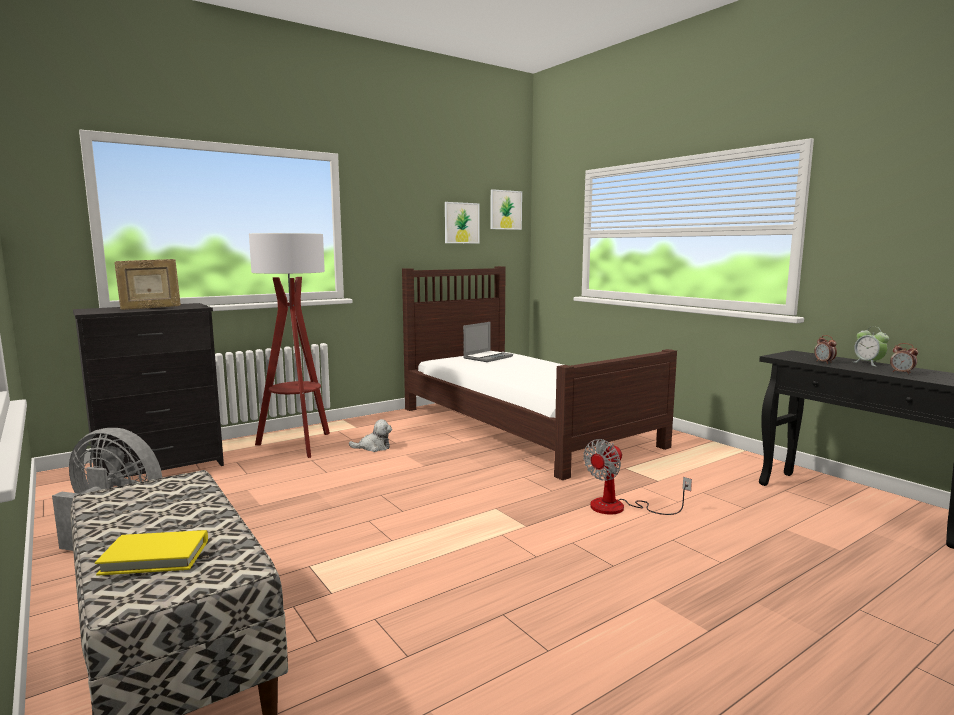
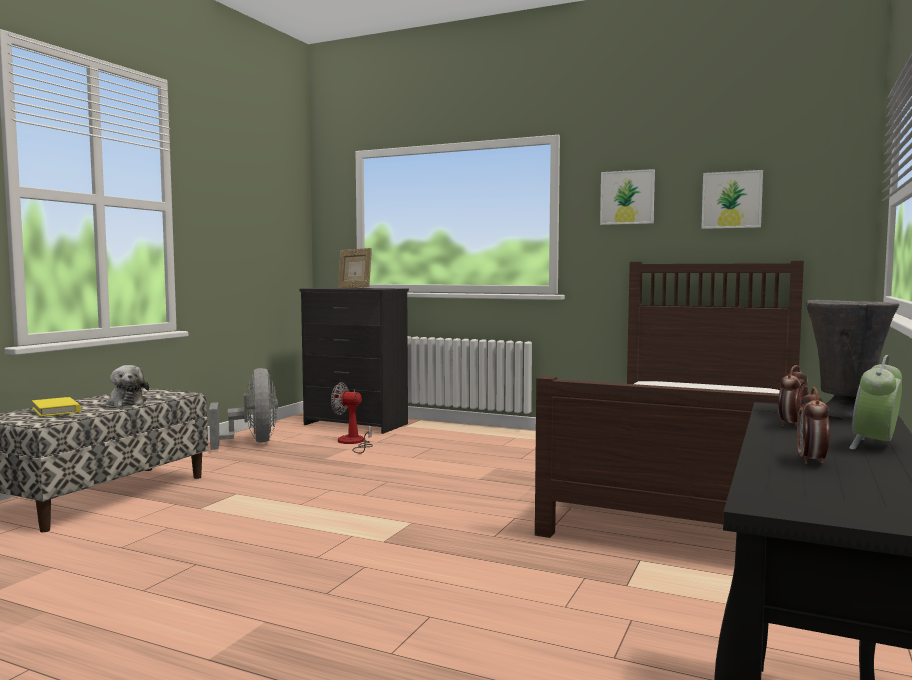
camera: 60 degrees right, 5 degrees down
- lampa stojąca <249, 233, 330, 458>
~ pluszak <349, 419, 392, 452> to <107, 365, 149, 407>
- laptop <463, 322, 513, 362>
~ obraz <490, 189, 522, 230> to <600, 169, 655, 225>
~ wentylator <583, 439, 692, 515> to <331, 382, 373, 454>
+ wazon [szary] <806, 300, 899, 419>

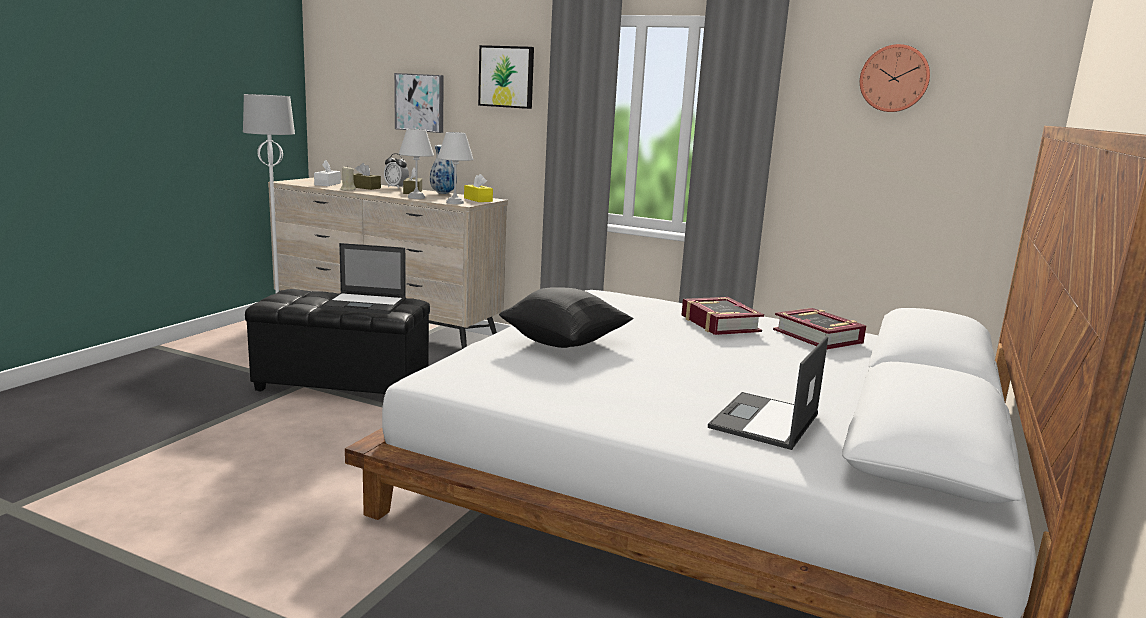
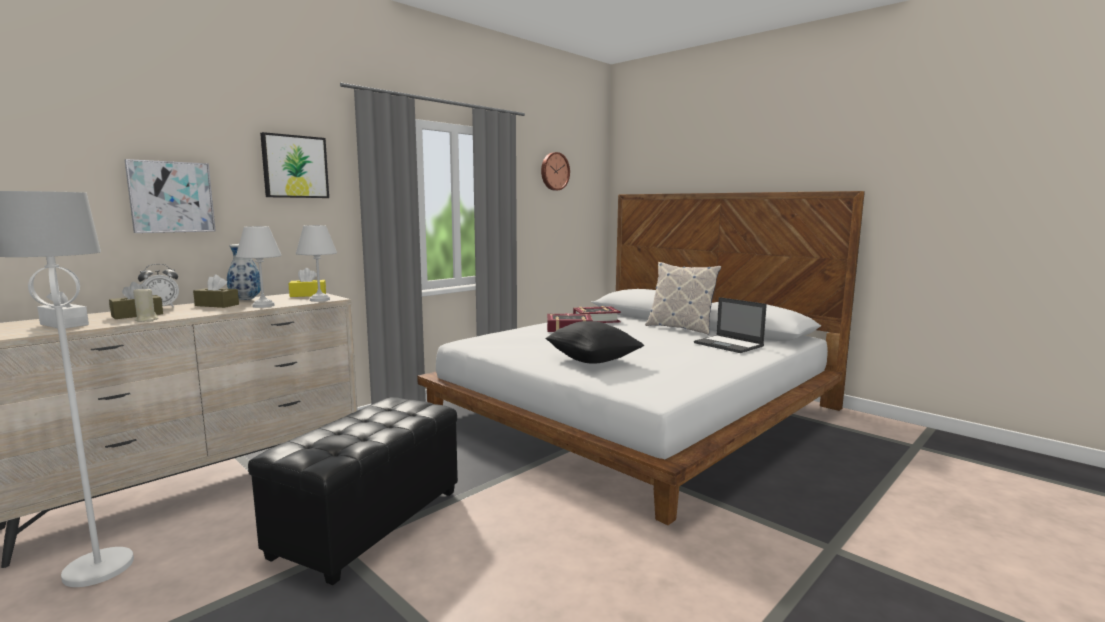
camera: 70 degrees left, 5 degrees down
- laptop <321, 243, 406, 314>
+ poduszka <645, 262, 722, 335>

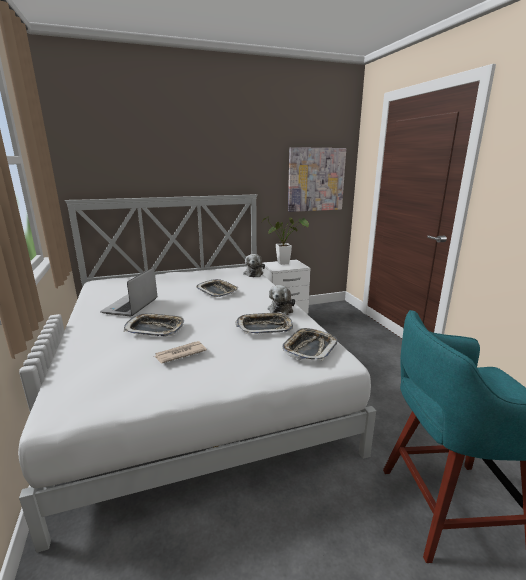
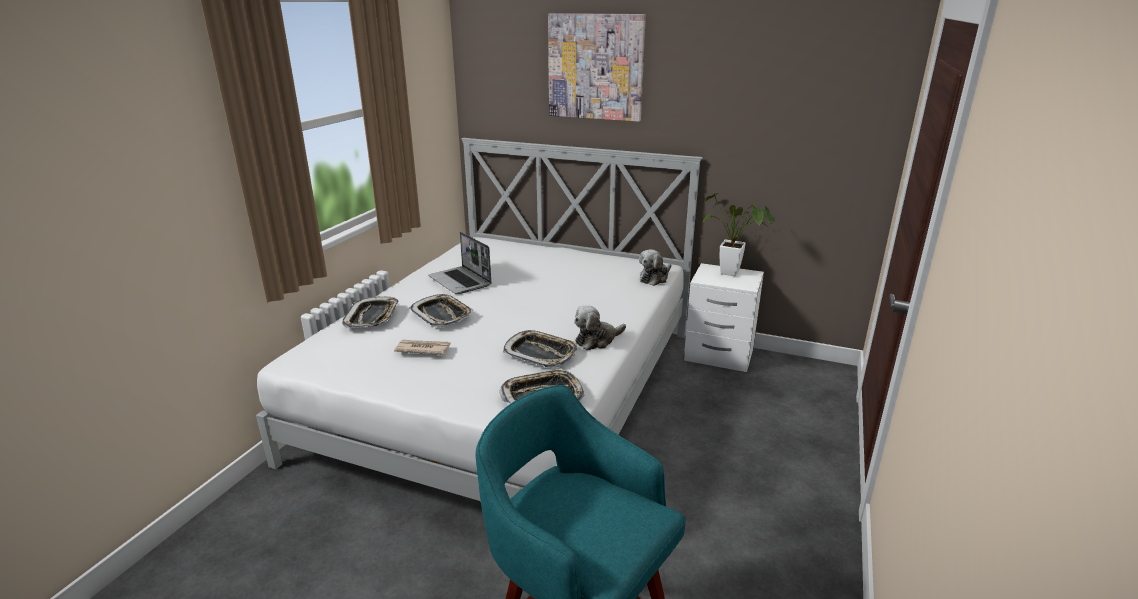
camera: 40 degrees right, 5 degrees up
~ laptop <100, 267, 157, 316> = <428, 232, 491, 294> 90 degrees counterclockwise
~ taca <196, 279, 239, 297> to <342, 296, 399, 328>
~ obraz <288, 147, 346, 212> to <548, 13, 646, 122>

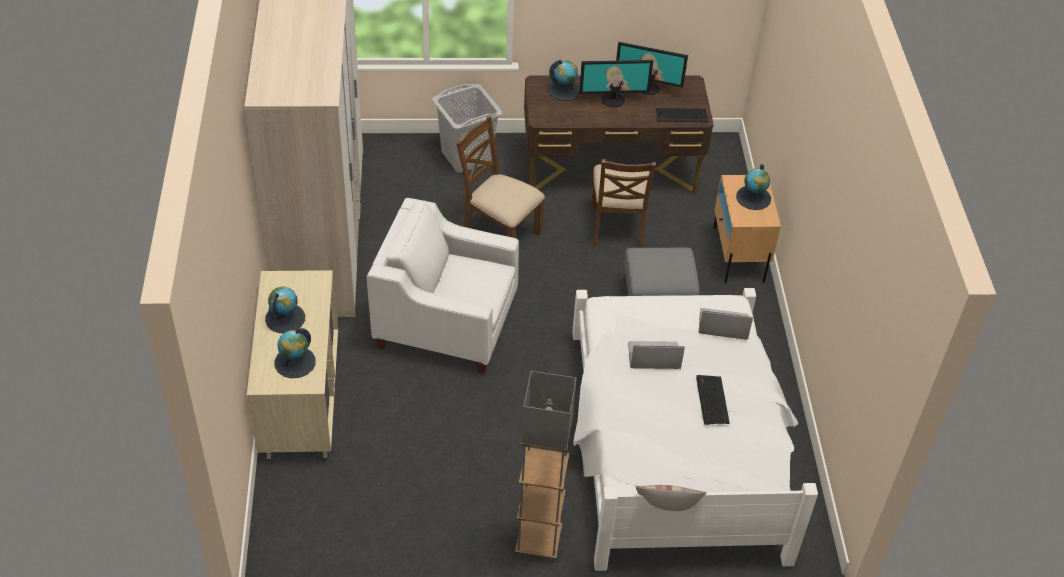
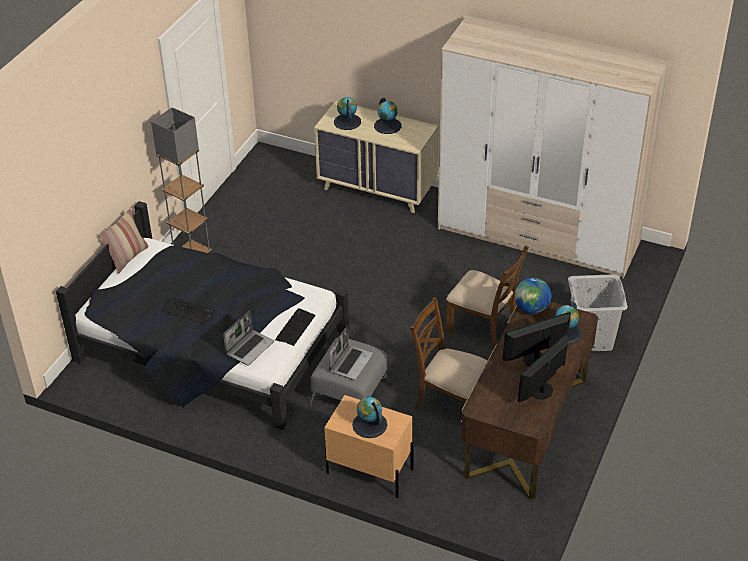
camera: 120 degrees right, 5 degrees down
- fotel [biały] <367, 198, 519, 373>
~ krzesło [brązowy] <456, 117, 545, 238> = <446, 245, 529, 347> 60 degrees clockwise
~ łóżko [biały] <572, 288, 818, 571> to łóżko [czarny] <56, 201, 349, 430>
~ monitor <579, 60, 653, 108> = <503, 312, 571, 366> 45 degrees clockwise
~ laptop <628, 341, 685, 369> to <328, 325, 373, 380>
~ klawiatura <656, 108, 709, 122> to <275, 308, 316, 346>
+ globus <515, 278, 551, 314>

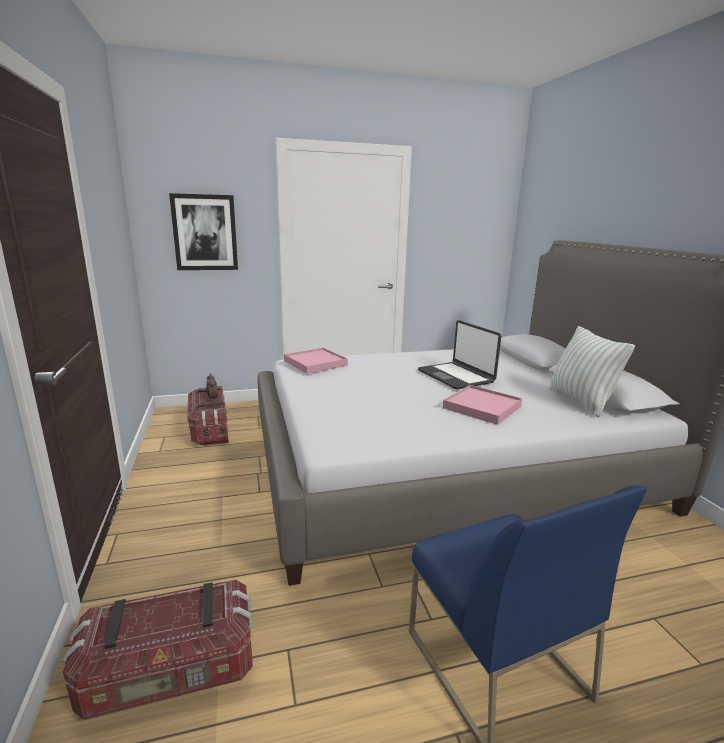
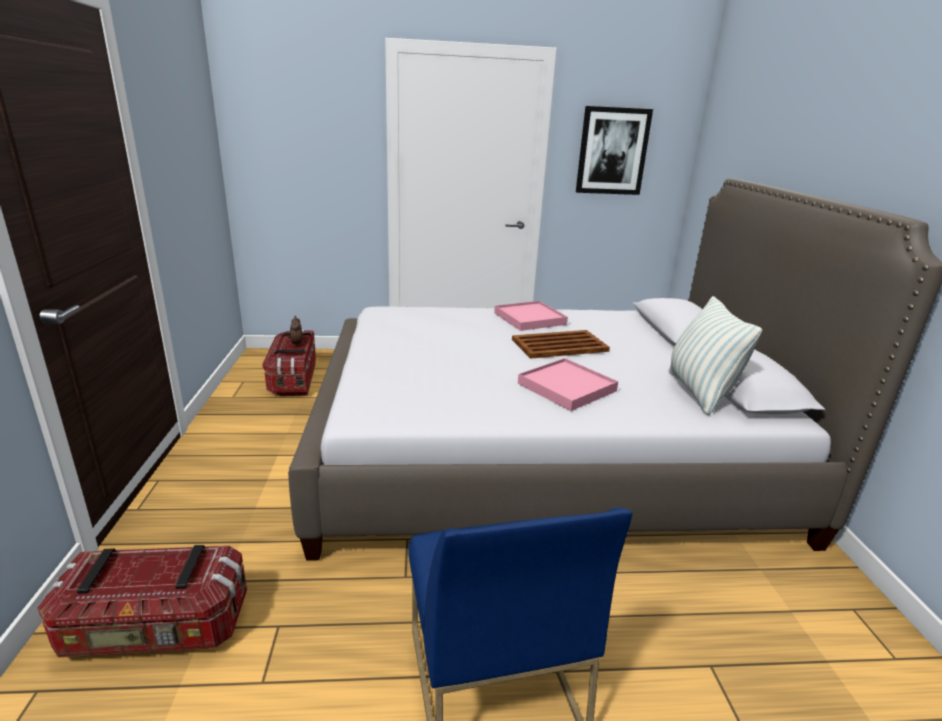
camera: 10 degrees right, 5 degrees up
~ obraz <169, 193, 238, 270> to <576, 106, 653, 195>
~ taca [różowy] <284, 348, 348, 374> to <494, 301, 568, 331>
~ laptop <418, 320, 501, 390> to taca [brązowy] <512, 330, 610, 359>

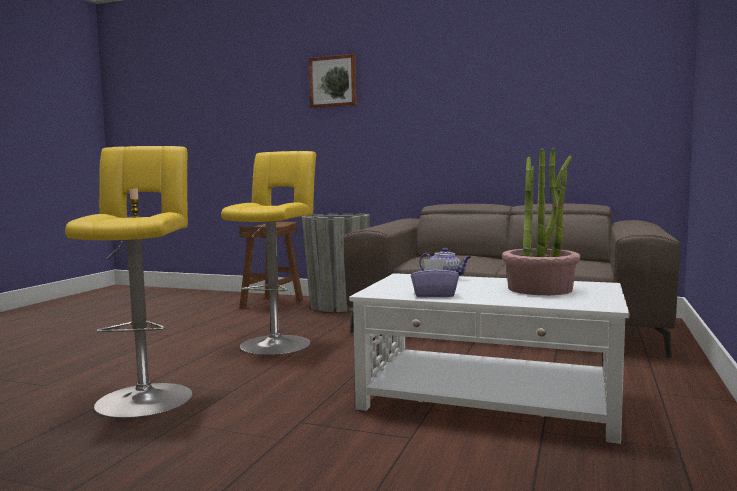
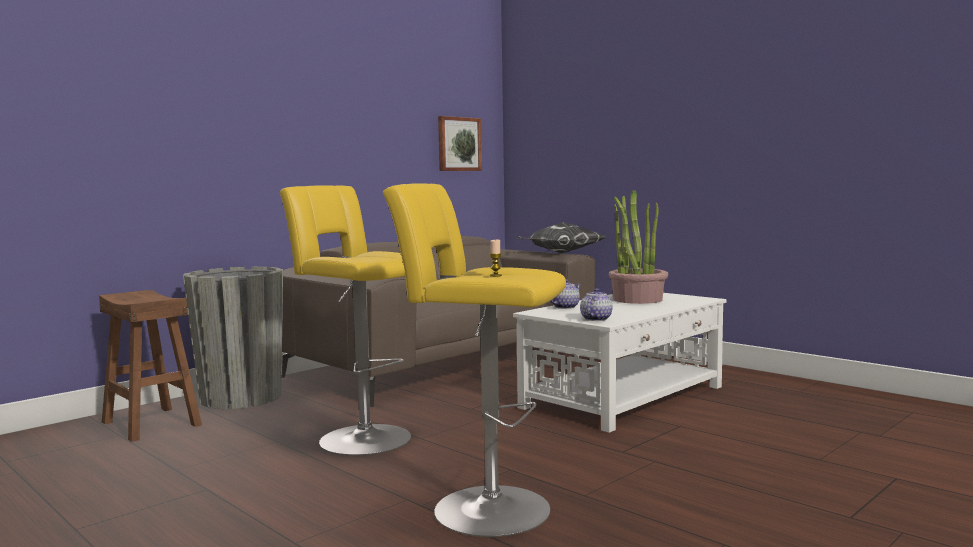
camera: 65 degrees left, 0 degrees up
~ obraz <309, 54, 357, 108> to <438, 116, 482, 171>
- pudełko chusteczek [fioletowy] <411, 259, 459, 298>
+ poduszka <517, 222, 606, 253>
+ imbryk <580, 288, 613, 321>

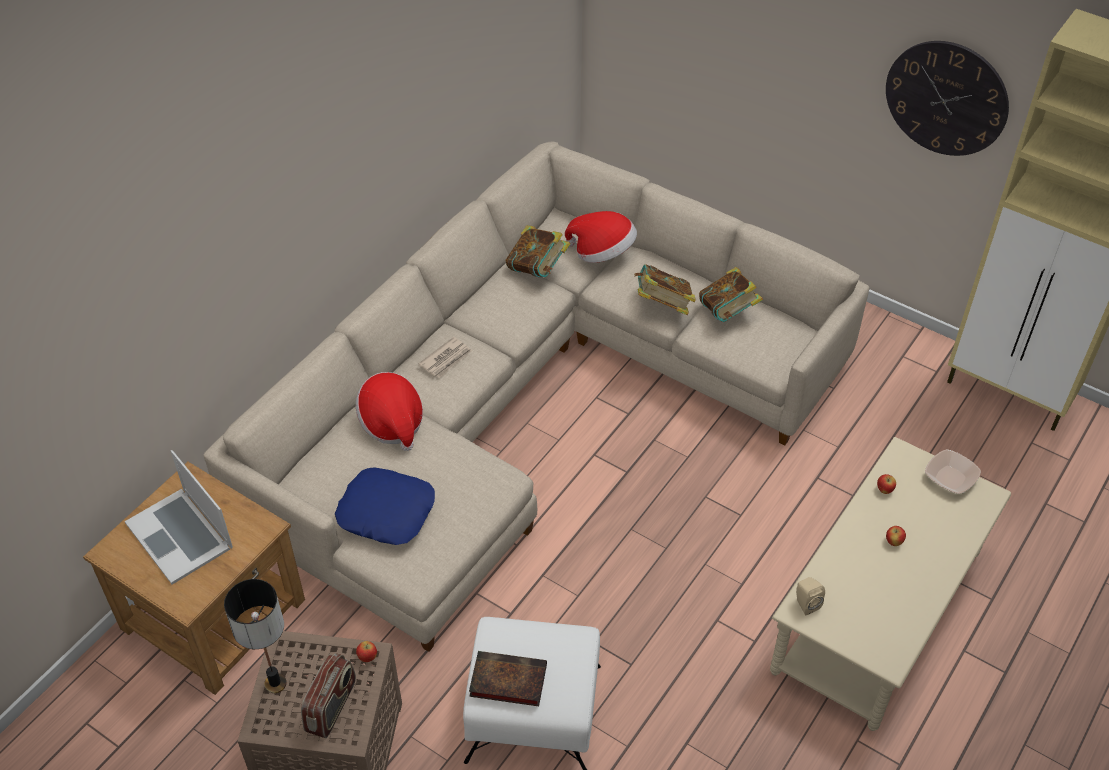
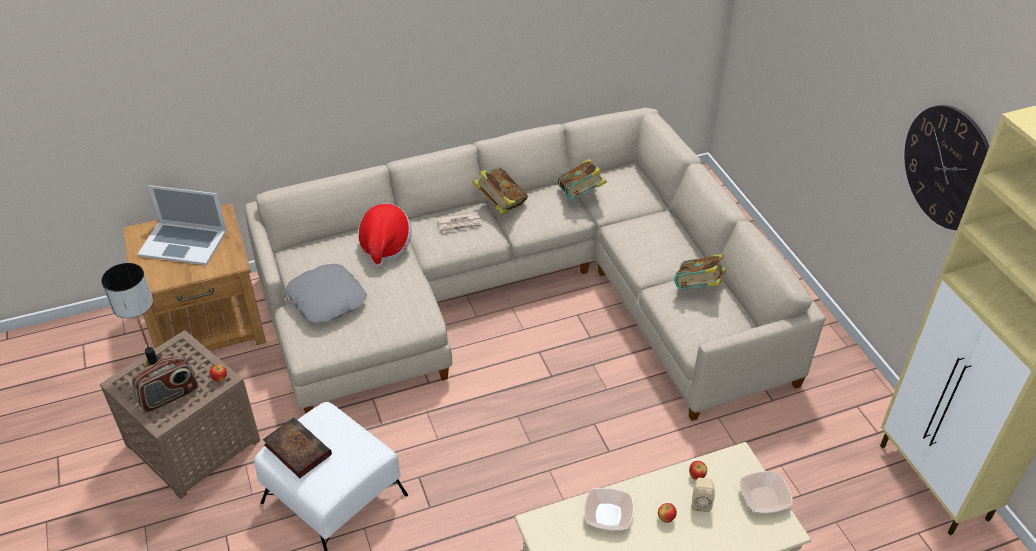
camera: 35 degrees right, 5 degrees down
~ laptop <125, 450, 233, 585> = <137, 185, 227, 265> 75 degrees counterclockwise
~ poduszka [niebieski] <335, 467, 435, 545> to poduszka [szary] <286, 264, 367, 323>
- kapelusz <565, 211, 637, 263>
~ książka <634, 264, 696, 315> to <472, 167, 528, 215>
~ głośnik [beżowy] <796, 577, 825, 615> to <692, 478, 715, 512>
+ miska <584, 488, 634, 530>

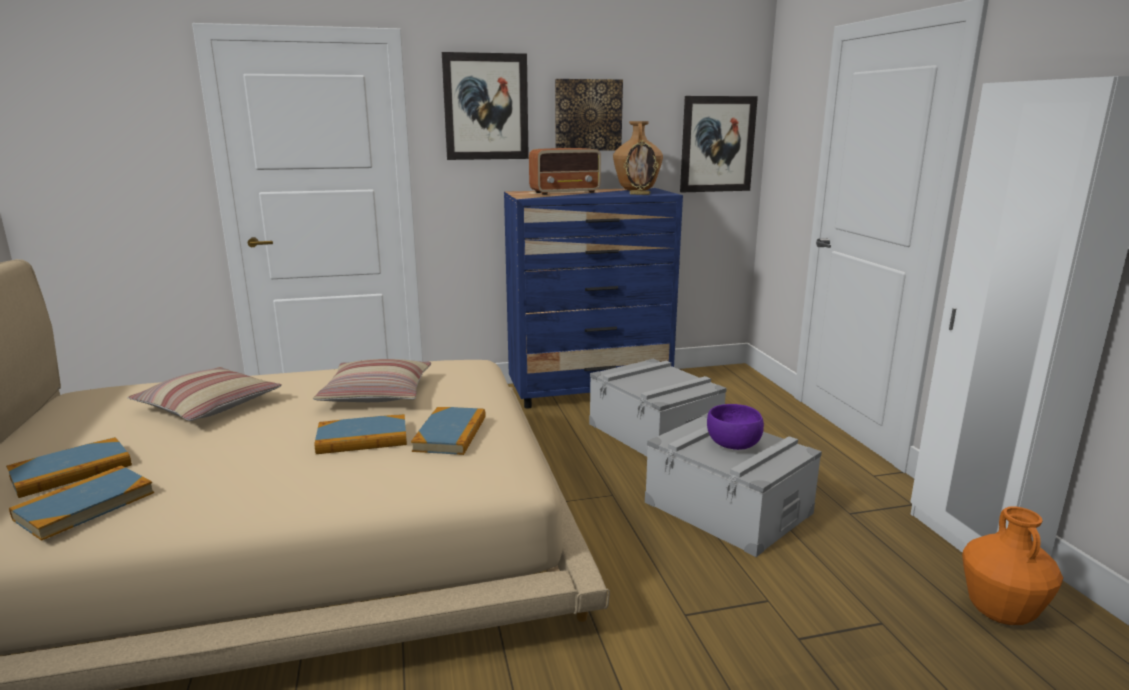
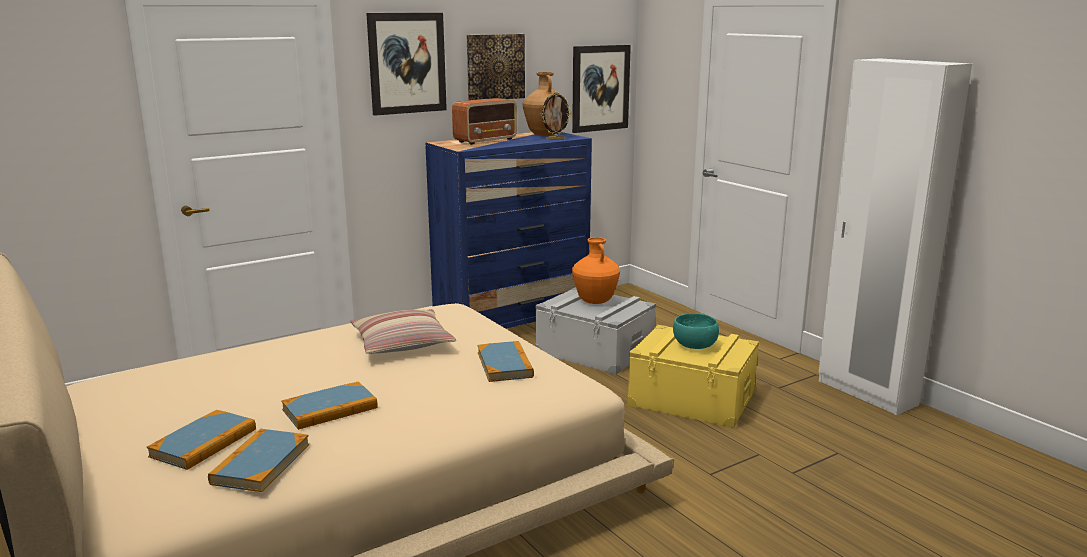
camera: 20 degrees left, 0 degrees up
- poduszka <128, 367, 281, 421>
~ książka <314, 414, 407, 454> to <282, 382, 378, 430>
~ pojemnik do przechowywania [szary] <645, 413, 822, 557> to pojemnik do przechowywania [żółty] <627, 325, 759, 428>
~ miska [fioletowy] <707, 404, 764, 450> to miska [turkusowy] <673, 313, 719, 349>
~ wazon [pomarańczowy] <962, 507, 1063, 625> to <572, 237, 620, 304>

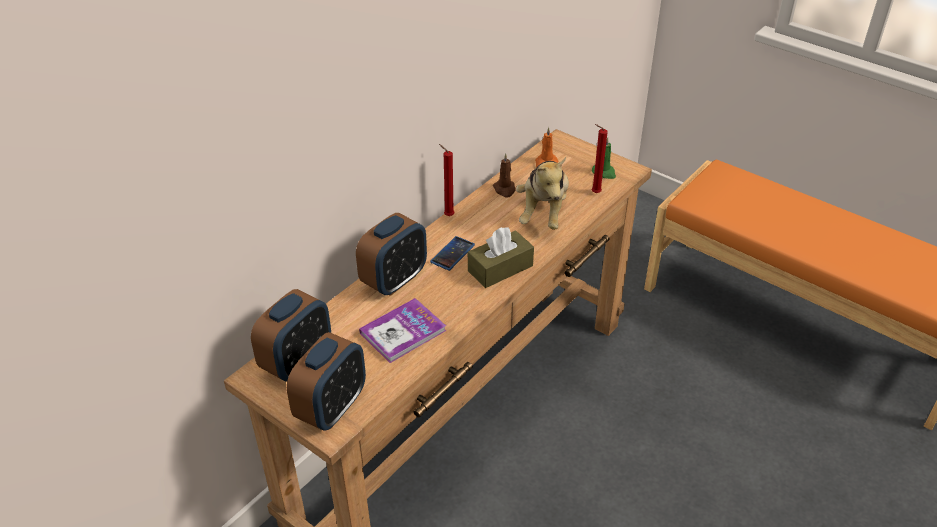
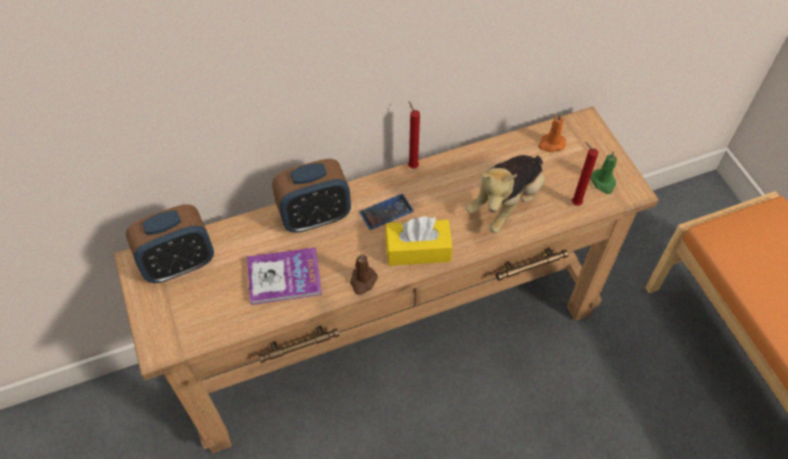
camera: 30 degrees right, 15 degrees up
- budzik <287, 332, 366, 431>
~ pudełko chusteczek [brązowy] <468, 227, 534, 288> to pudełko chusteczek [żółty] <385, 216, 453, 266>
~ świeca [brązowy] <493, 153, 516, 198> to <350, 253, 378, 295>

